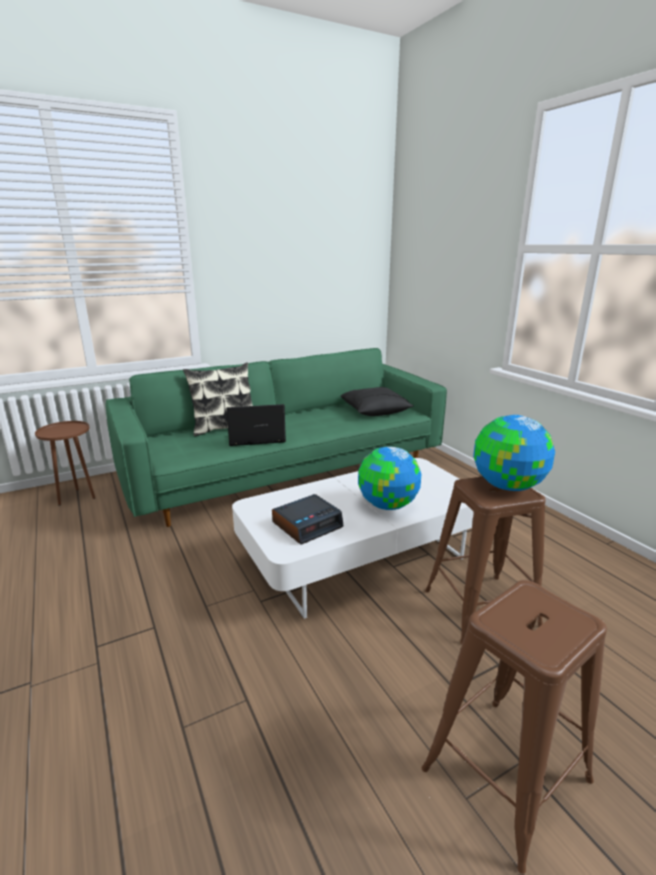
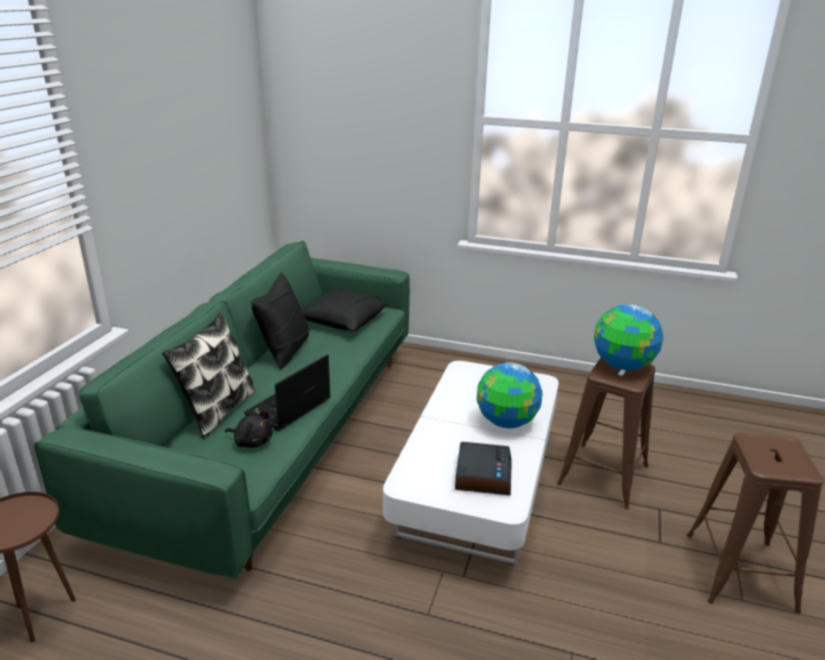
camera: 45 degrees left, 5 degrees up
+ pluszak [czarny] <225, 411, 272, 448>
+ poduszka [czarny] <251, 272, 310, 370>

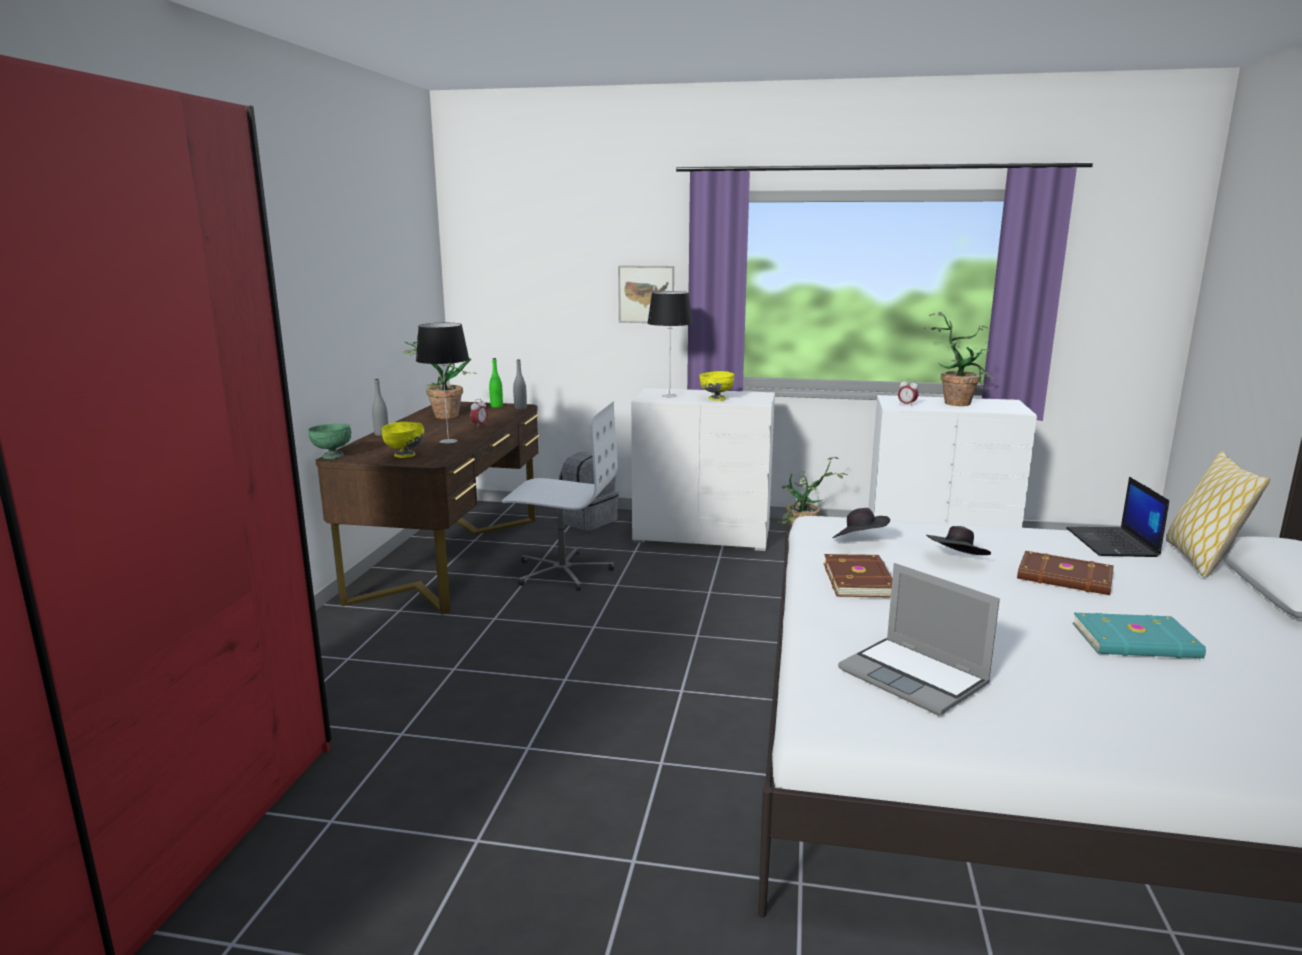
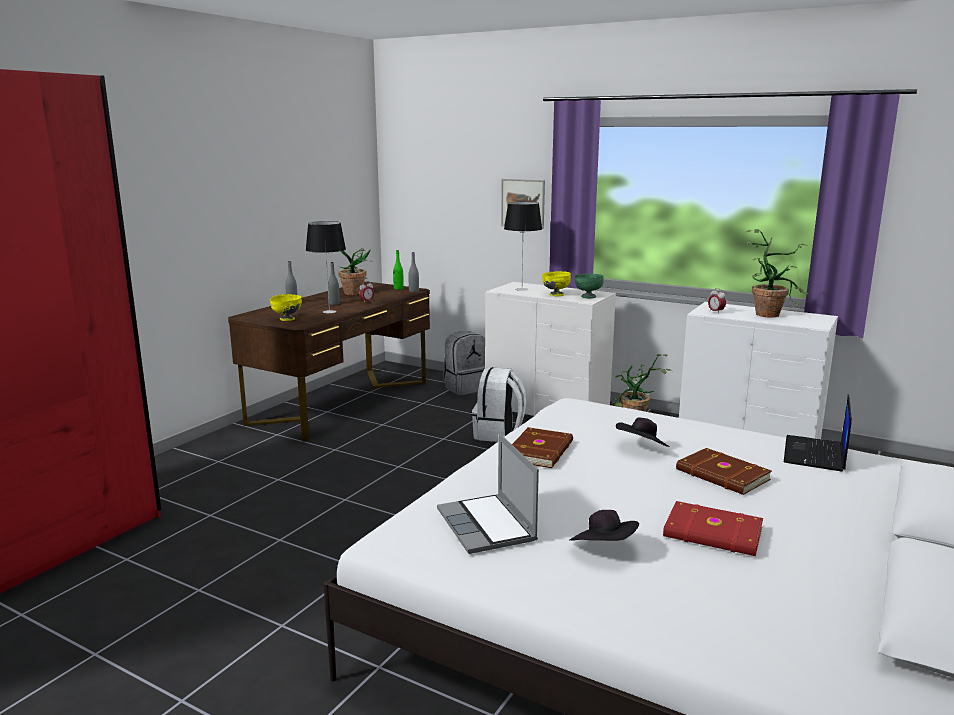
camera: 20 degrees right, 0 degrees up
~ miska [zielony] <308, 424, 351, 459> to <575, 274, 604, 298>
- krzesło biurowe [biały] <502, 402, 618, 591>
~ kapelusz [czarny] <833, 508, 890, 538> to <569, 510, 639, 541>
~ książka [turkusowy] <1072, 613, 1206, 658> to książka [czerwony] <663, 501, 763, 556>
- poduszka <1166, 451, 1270, 578>
+ butelka [szary] <328, 262, 340, 305>
+ plecak [biały] <472, 367, 526, 442>

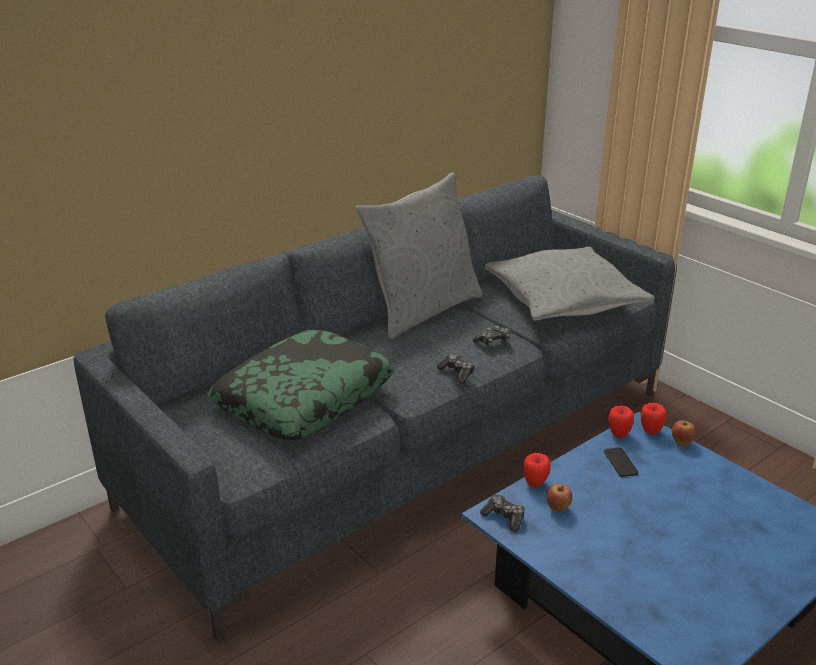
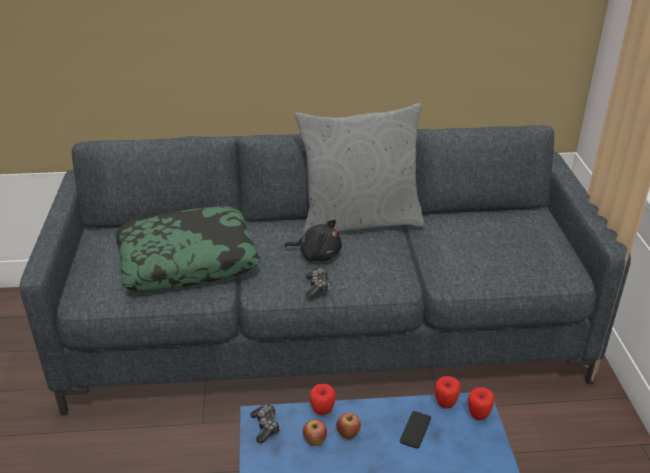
camera: 35 degrees right, 5 degrees up
- pad do gier <473, 325, 510, 347>
- poduszka [szary] <485, 247, 655, 321>
~ jabłko <672, 419, 696, 446> to <336, 412, 361, 439>
+ pluszak [czarny] <285, 219, 342, 261>

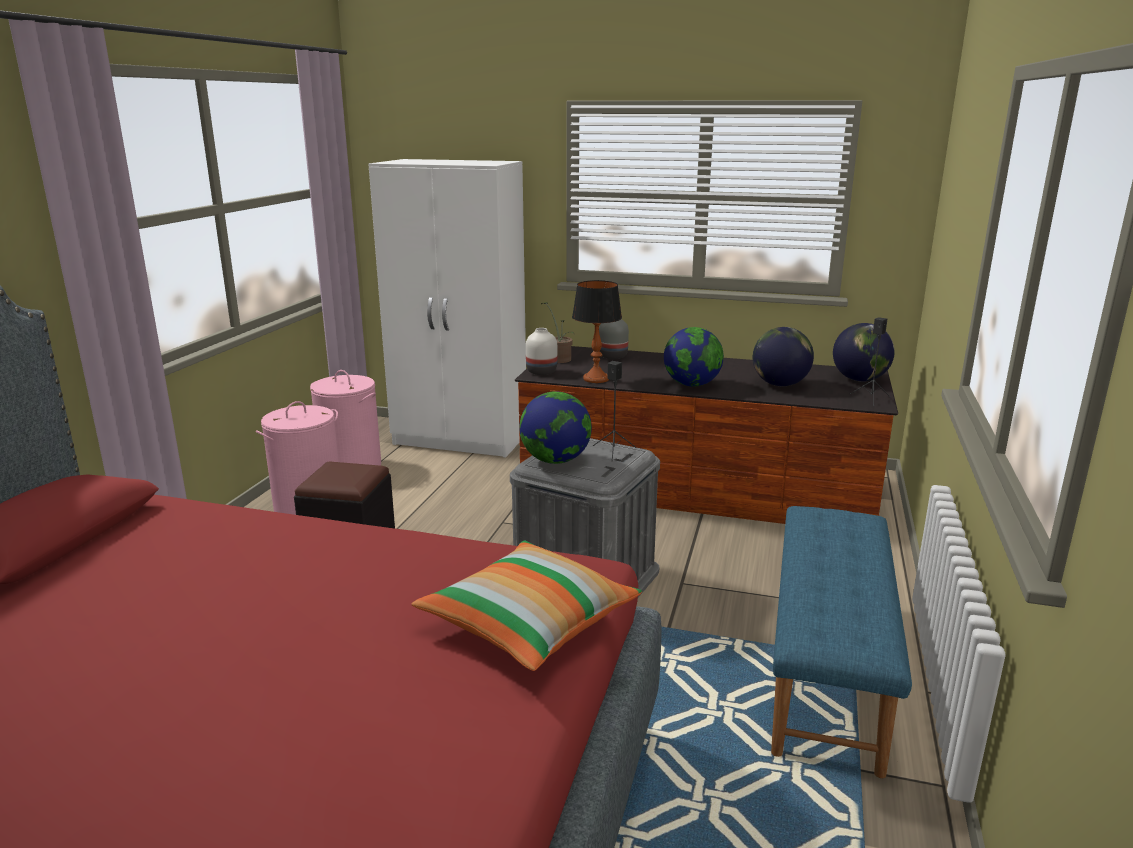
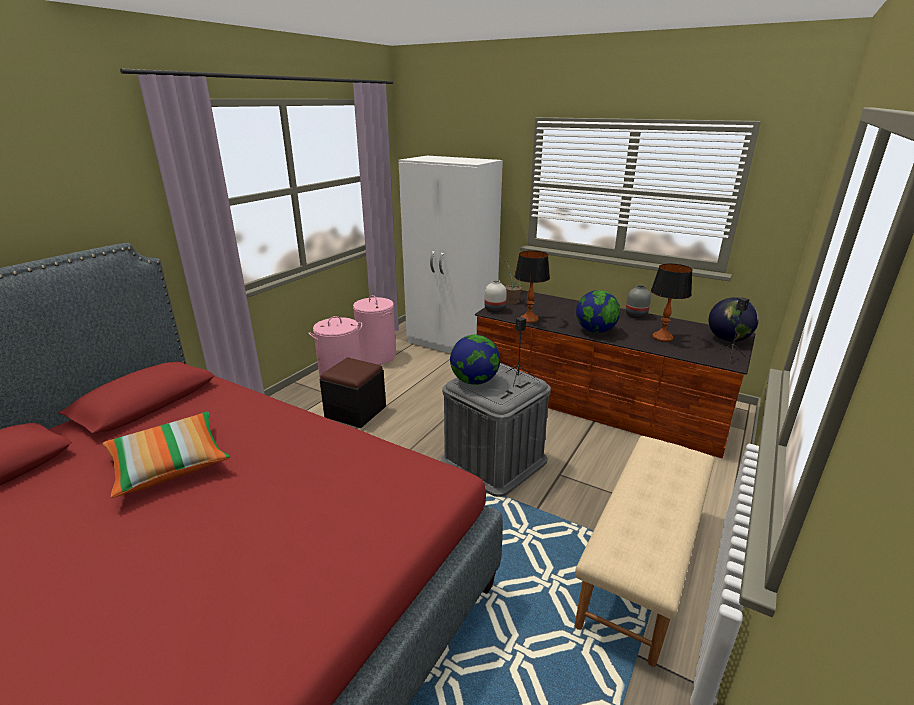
camera: 15 degrees right, 5 degrees up
~ poduszka <412, 541, 642, 671> to <102, 412, 230, 498>
~ wazon [szary] <599, 319, 629, 359> to <626, 285, 651, 318>
~ globus <753, 327, 814, 386> to lampa stołowa <651, 264, 693, 342>
~ ławka [niebieski] <771, 506, 912, 778> to ławka [beżowy] <575, 436, 715, 667>

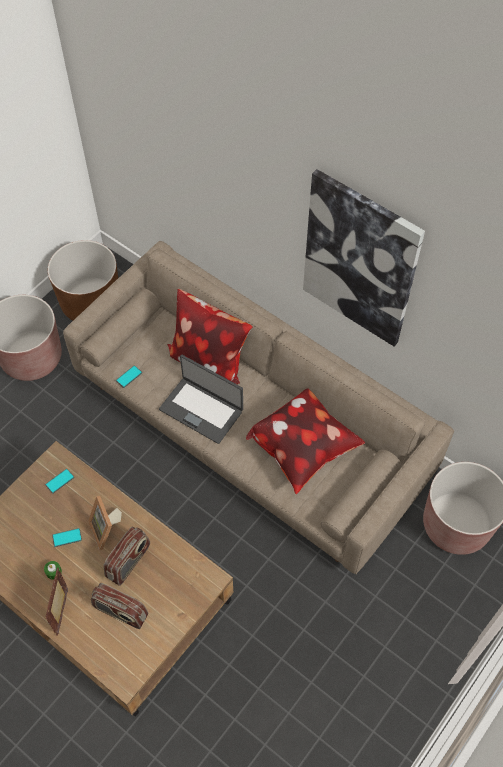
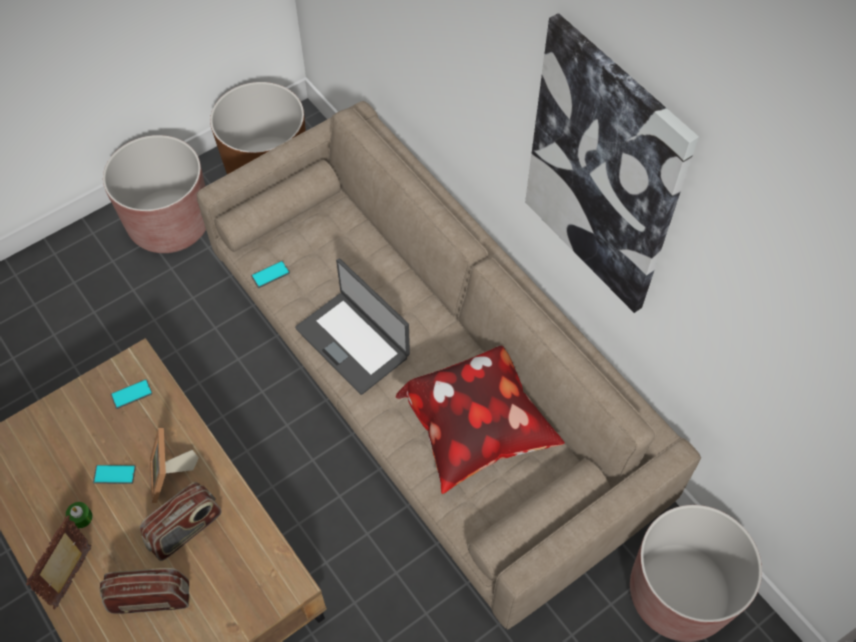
camera: 15 degrees right, 0 degrees up
~ radio <91, 583, 148, 629> = <100, 568, 189, 614> 135 degrees clockwise
- poduszka <167, 289, 253, 384>

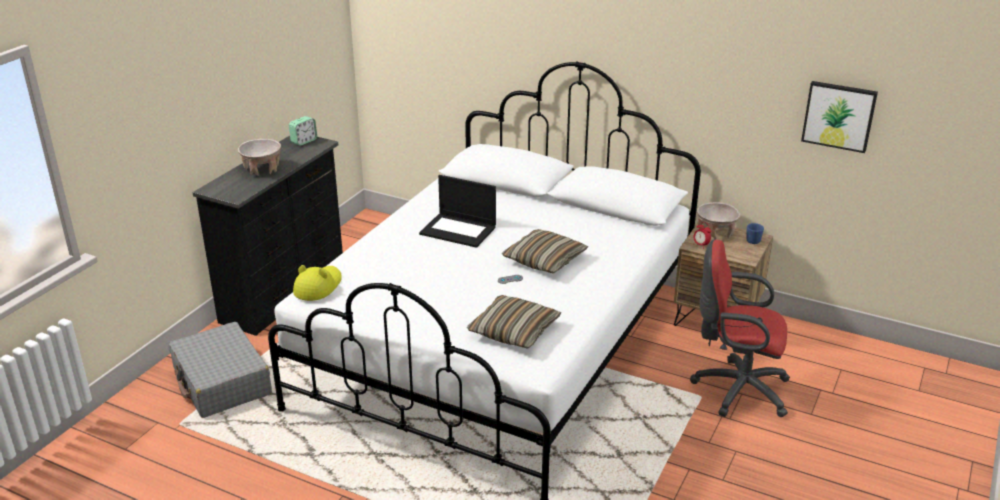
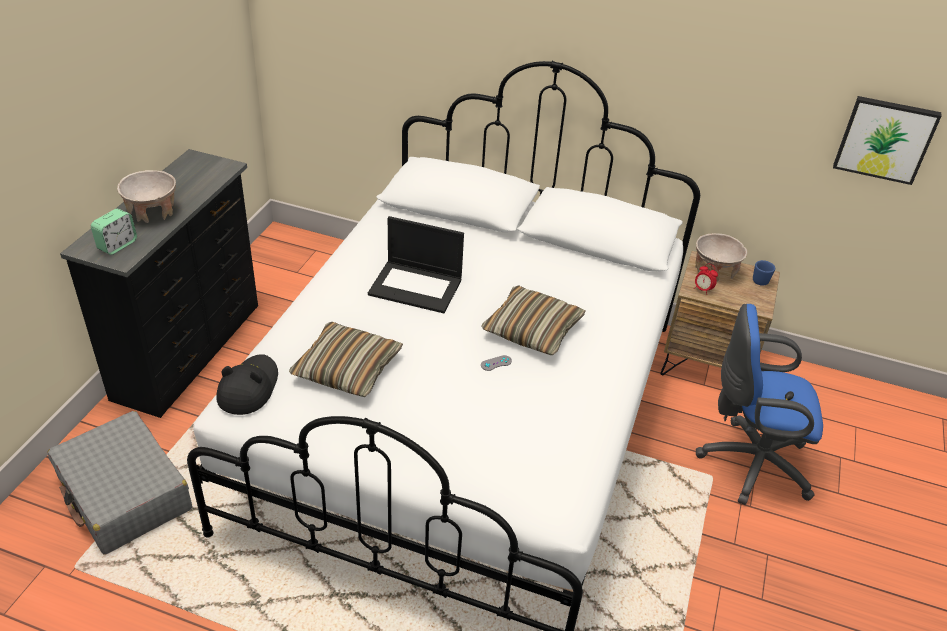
camera: 10 degrees left, 10 degrees up
~ budzik <289, 116, 317, 146> to <91, 209, 137, 255>
~ kapelusz [żółty] <293, 265, 342, 301> to kapelusz [czarny] <217, 354, 278, 415>
~ poduszka <467, 295, 561, 349> to <289, 322, 403, 397>
~ krzesło biurowe [czerwony] <690, 239, 790, 417> to krzesło biurowe [niebieski] <696, 304, 823, 505>

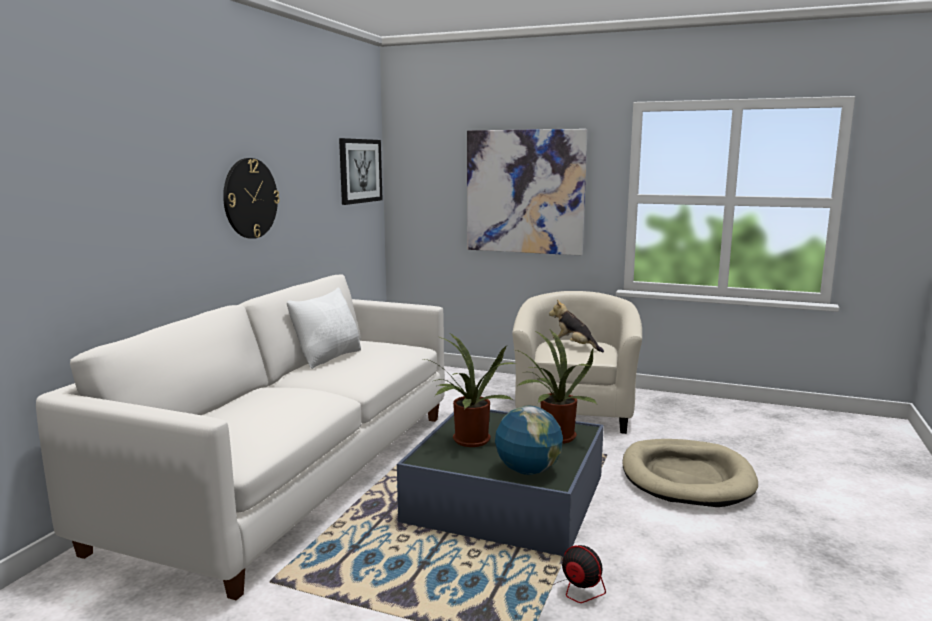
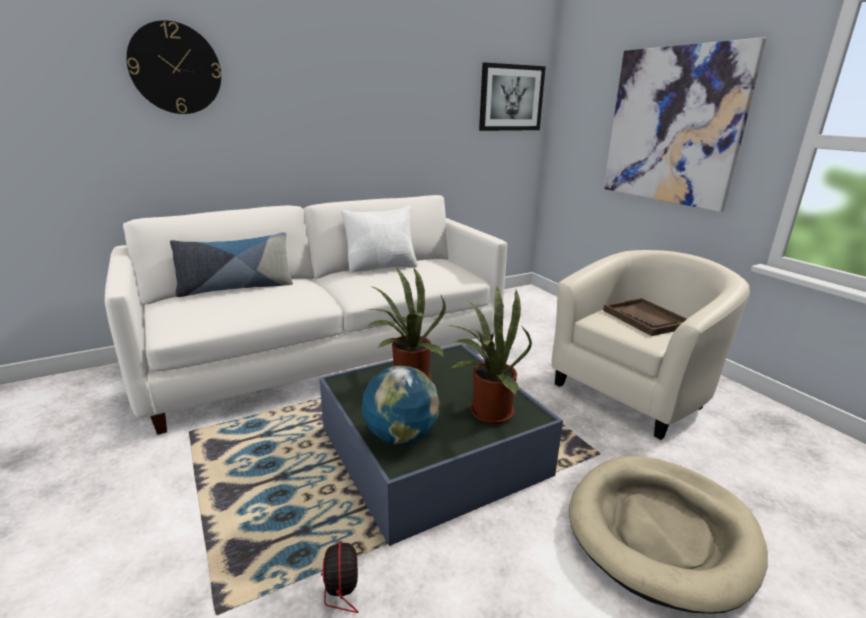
camera: 40 degrees right, 10 degrees up
~ zegar ścienny <223, 158, 280, 239> to <126, 20, 221, 114>
~ pluszak <549, 300, 604, 352> to taca [brązowy] <603, 298, 687, 336>
+ poduszka <170, 232, 293, 297>

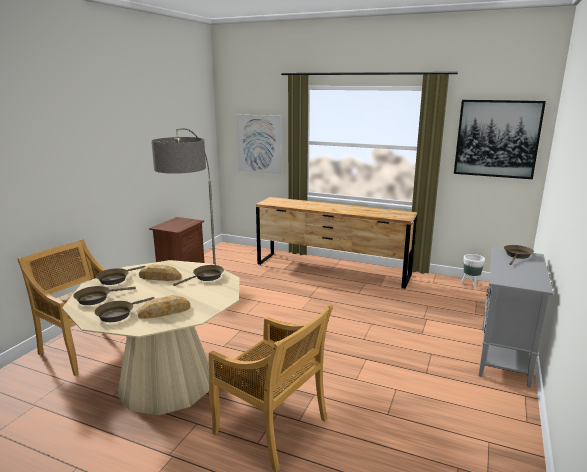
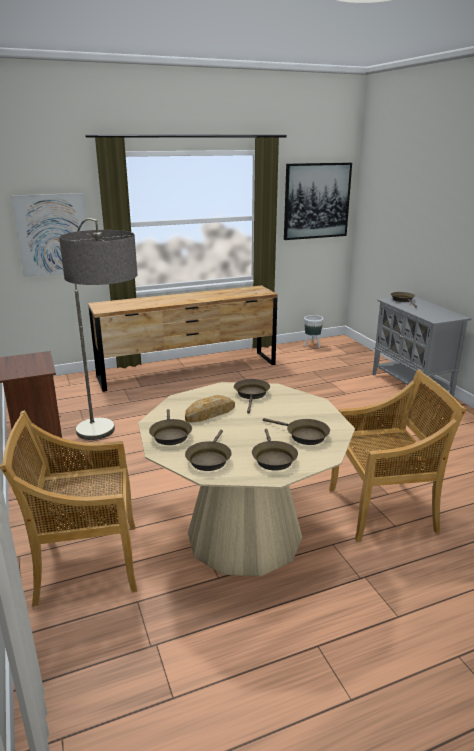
camera: 45 degrees left, 5 degrees up
~ chleb <138, 295, 191, 319> to patelnia [brązowy] <263, 418, 330, 445>

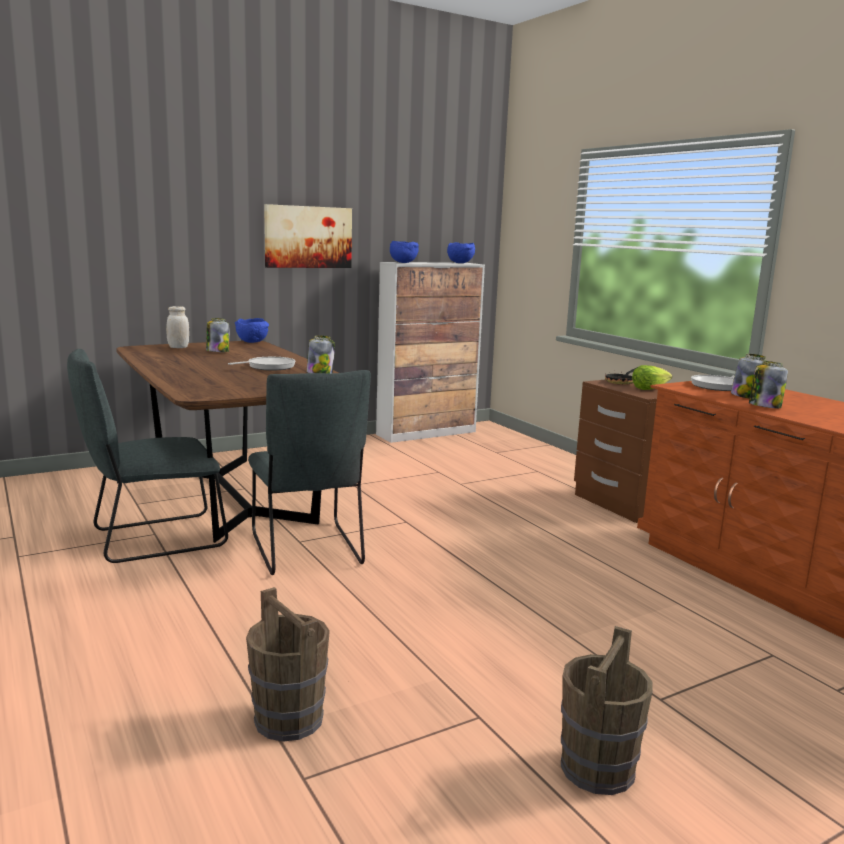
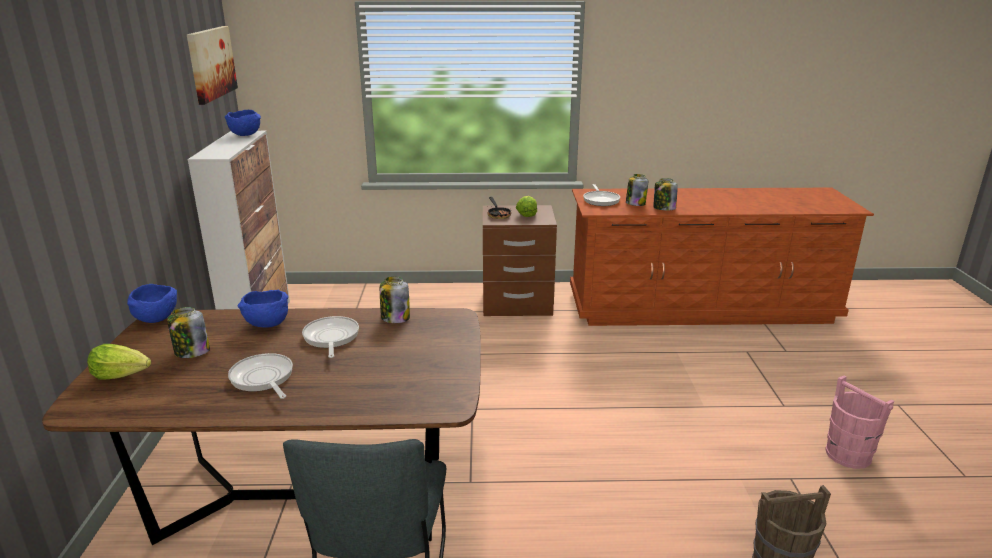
camera: 60 degrees left, 10 degrees up
~ słoik [biały] <166, 306, 189, 348> to sałata <87, 344, 151, 380>
- krzesło [szary] <248, 370, 371, 575>
~ obraz <264, 204, 352, 268> to <187, 26, 238, 105>
~ miska [niebieski] <390, 241, 419, 263> to <238, 290, 288, 328>
~ wiadro [brązowy] <561, 626, 653, 795> to wiadro [różowy] <825, 375, 895, 469>
+ patelnia <228, 353, 293, 399>

